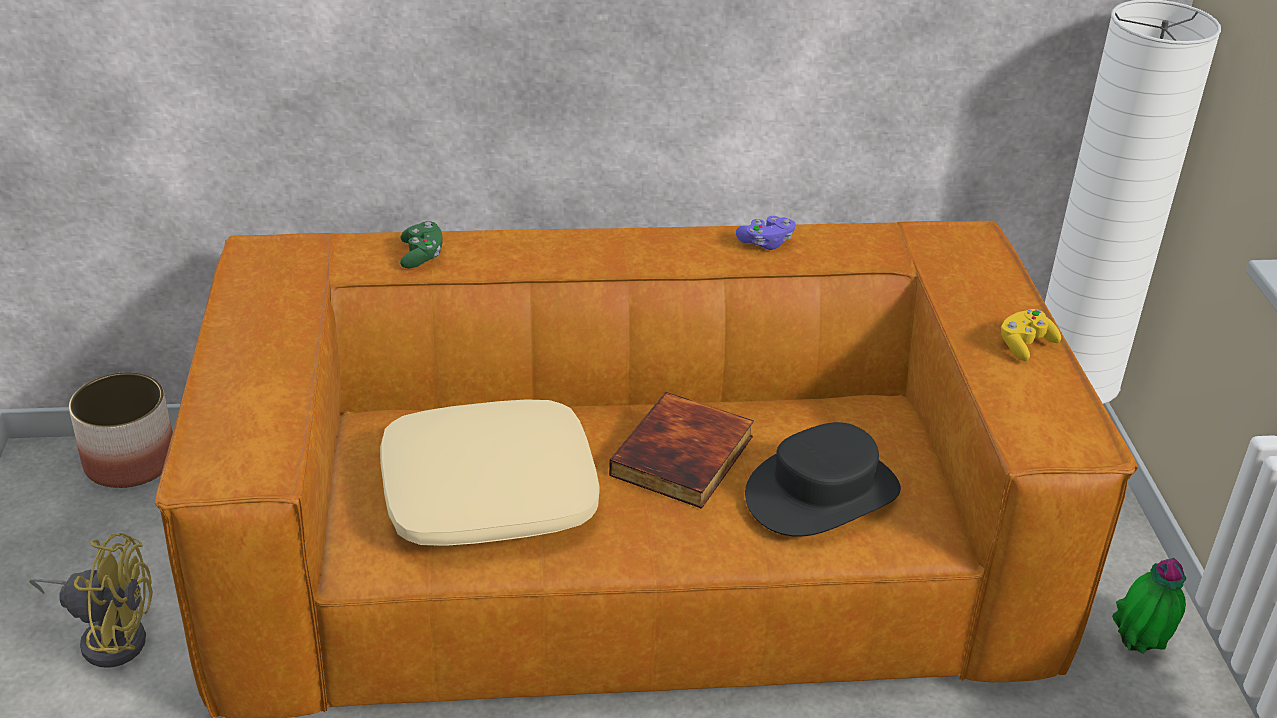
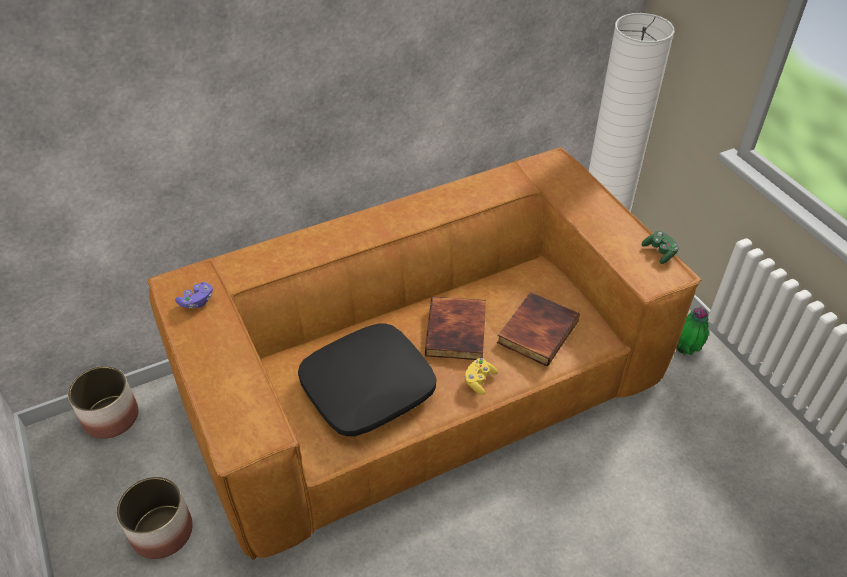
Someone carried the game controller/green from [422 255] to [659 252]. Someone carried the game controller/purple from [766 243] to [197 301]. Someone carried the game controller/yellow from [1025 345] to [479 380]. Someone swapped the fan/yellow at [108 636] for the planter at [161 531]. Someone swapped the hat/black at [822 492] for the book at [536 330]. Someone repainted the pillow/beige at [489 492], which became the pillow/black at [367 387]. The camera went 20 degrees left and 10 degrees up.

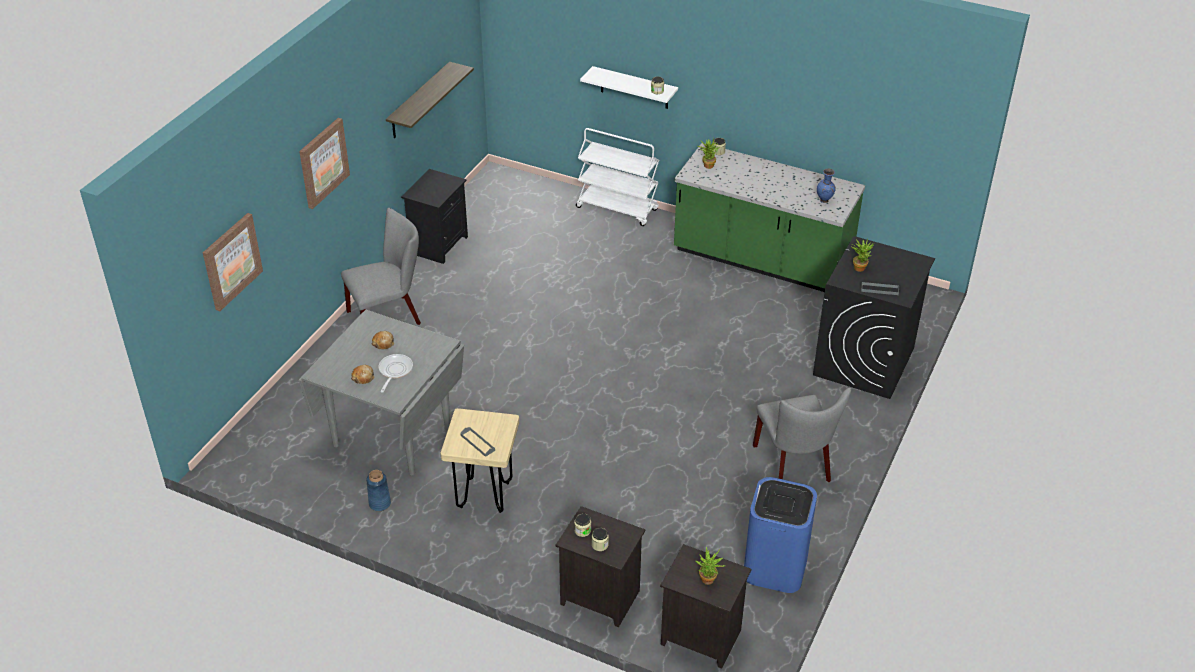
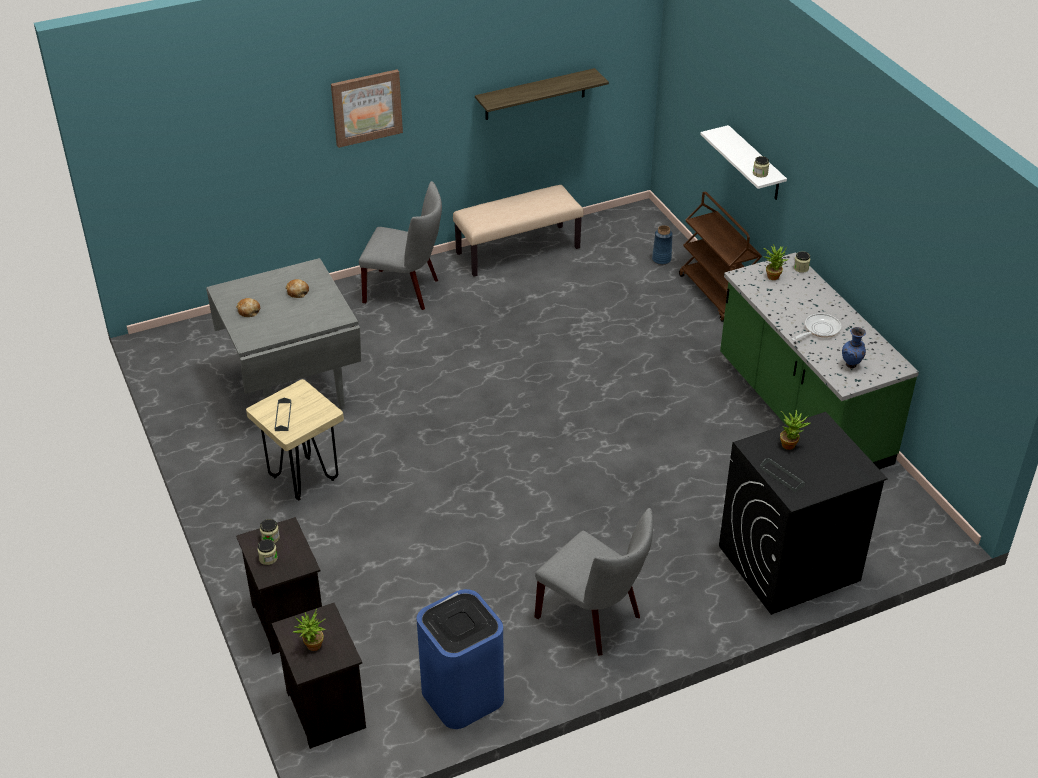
Someone took away the picture at [231 261]. Someone carried the vase/blue from [379 504] to [661 259]. Someone carried the frying pan from [394 371] to [819 330]. Someone swapped the nightstand/black at [438 244] for the bench/beige at [518 250]. Someone repainted the cart/white at [618 208], which became the cart/brown at [717 294]. Someone rotated the chair/grey at [795 466] by 75 degrees counterclockwise. The camera went 40 degrees right and 0 degrees up.

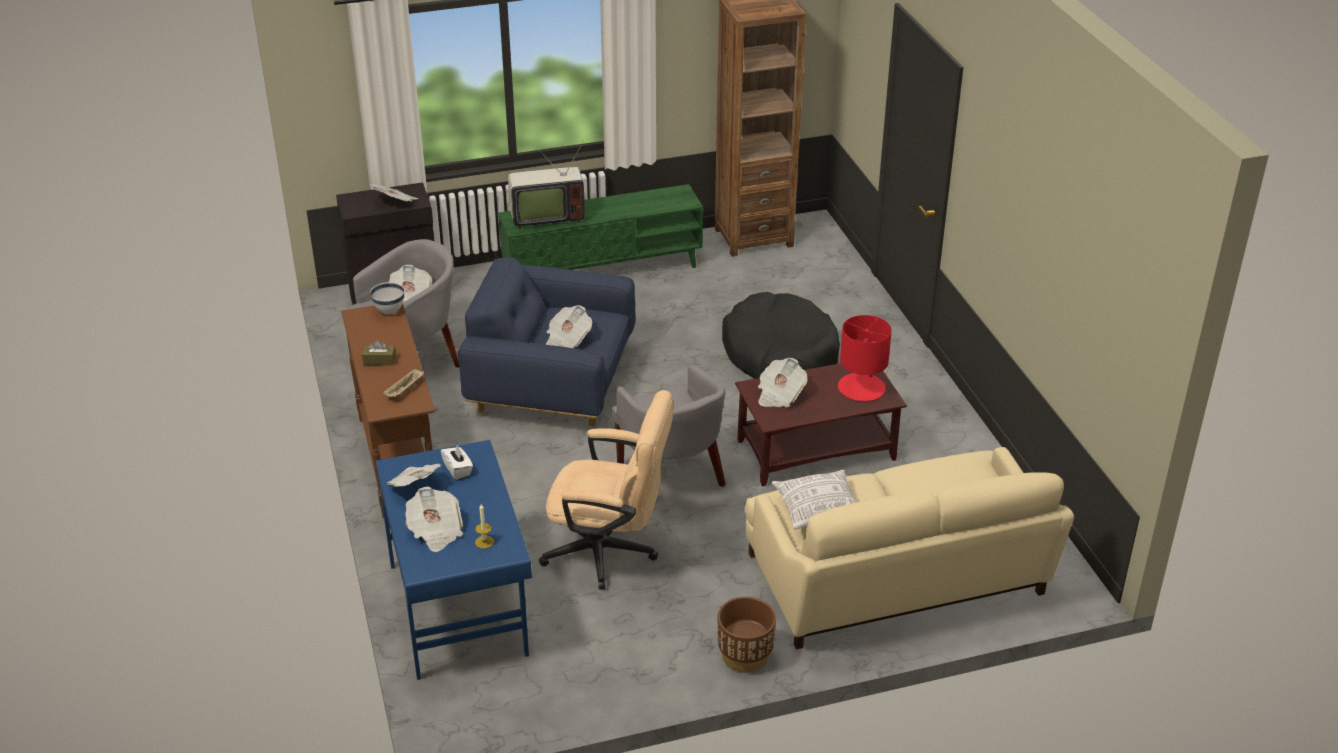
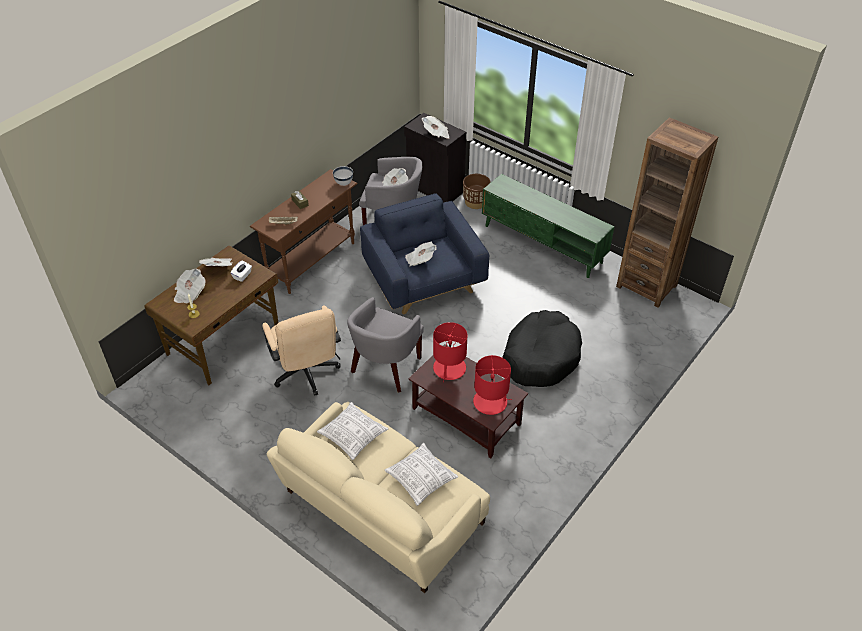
Someone took away the television at [545 217]. Someone put down the pillow at [420 478]. Someone carried the planter/brown from [745 656] to [475 202]. Someone swapped the newspaper at [779 395] for the table lamp/red at [449 368]. Someone repainted the desk/blue at [459 607], which became the desk/brown at [225 341]. The camera went 55 degrees right and 10 degrees up.

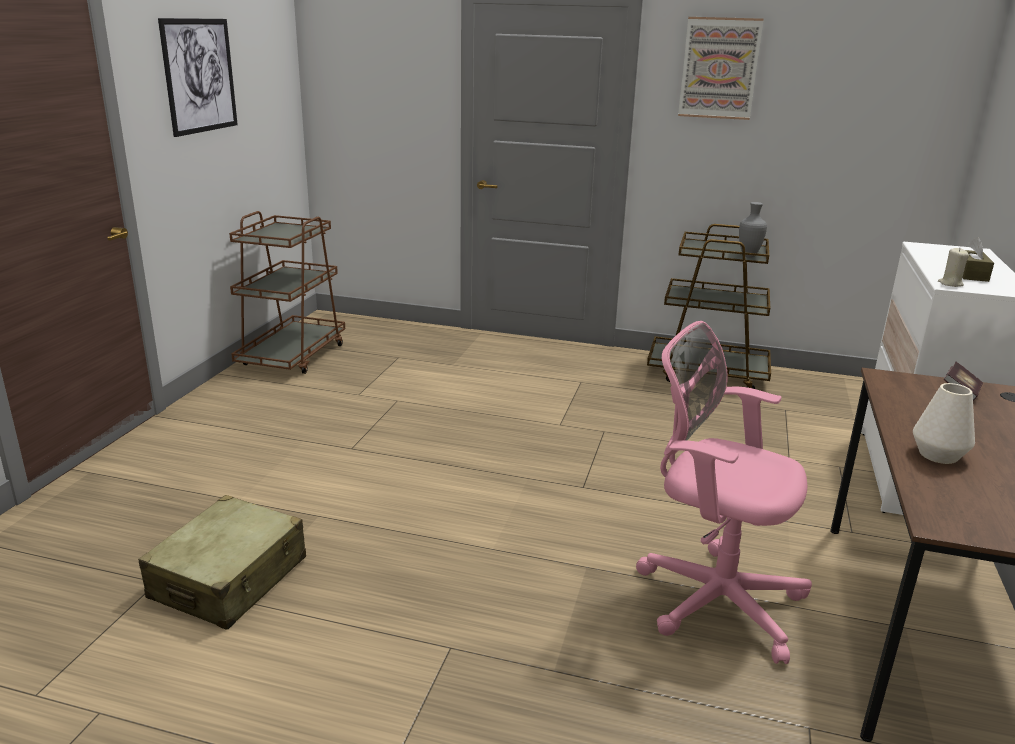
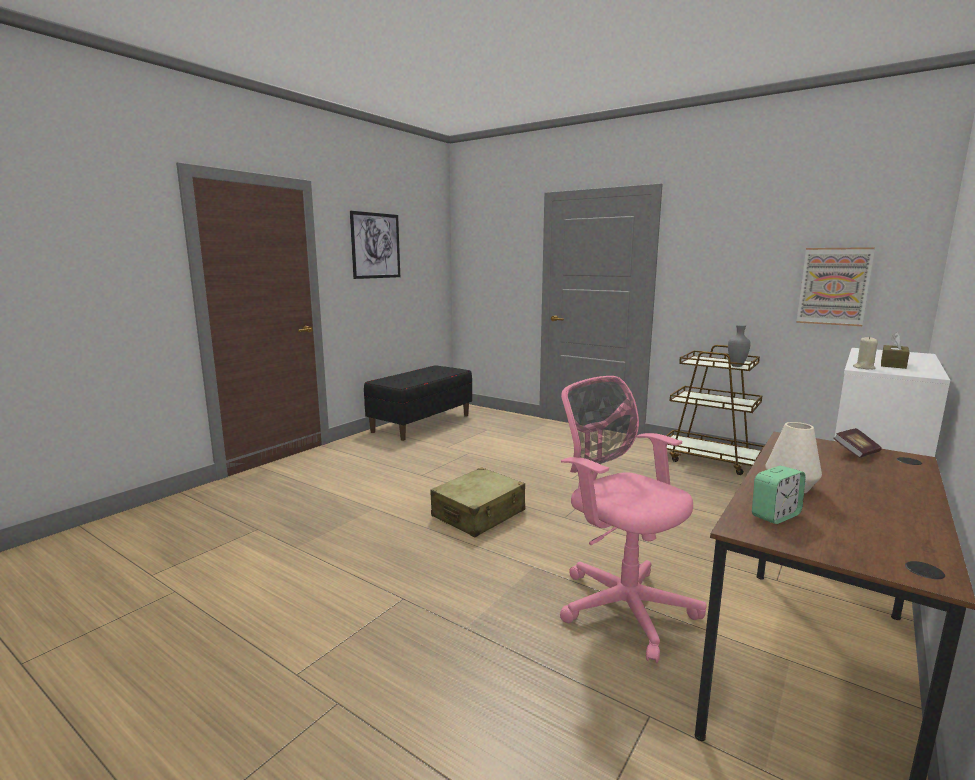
Someone put down the alarm clock at [775 515]. Someone carried the suitcase/beige from [230 578] to [479 514]. Someone carried the picture from [719 68] to [834 286]. Someone swapped the cart/brown at [293 356] for the bench/black at [421 423]. The camera went 20 degrees right and 10 degrees down.

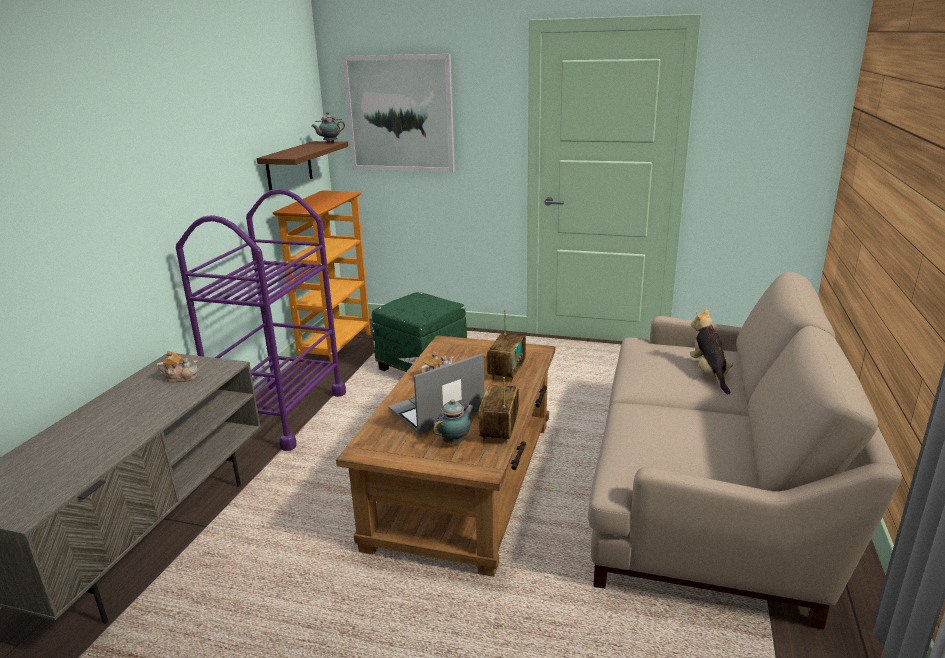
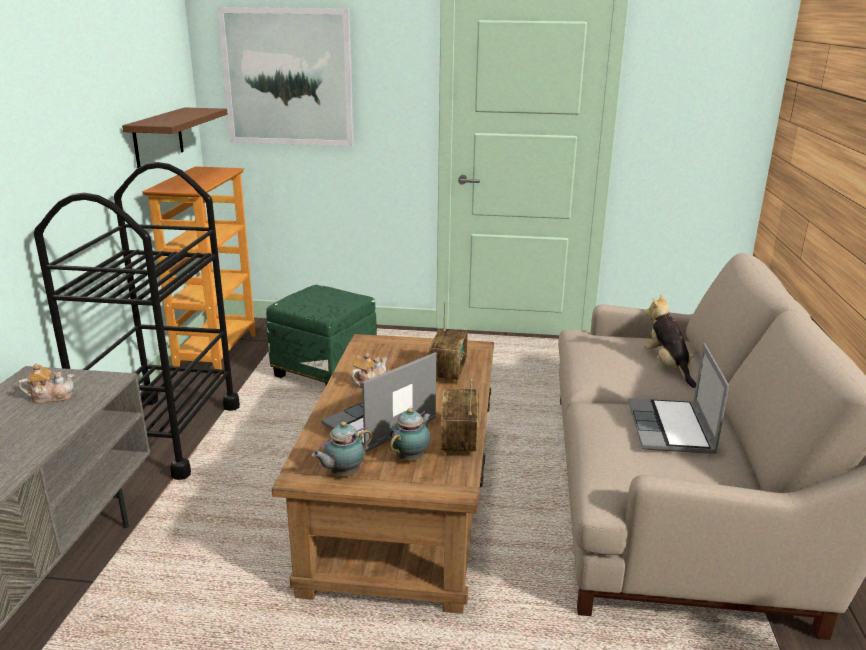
Someone put down the laptop at [672 429]. Someone carried the teapot from [329 143] to [343 474]. Someone repainted the cart/purple at [281 414], which became the cart/black at [164 435]. The camera went 10 degrees left and 0 degrees up.

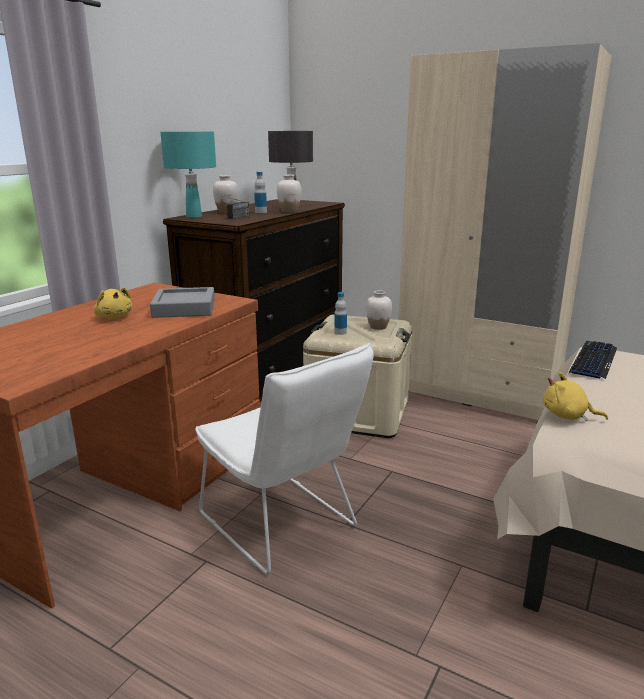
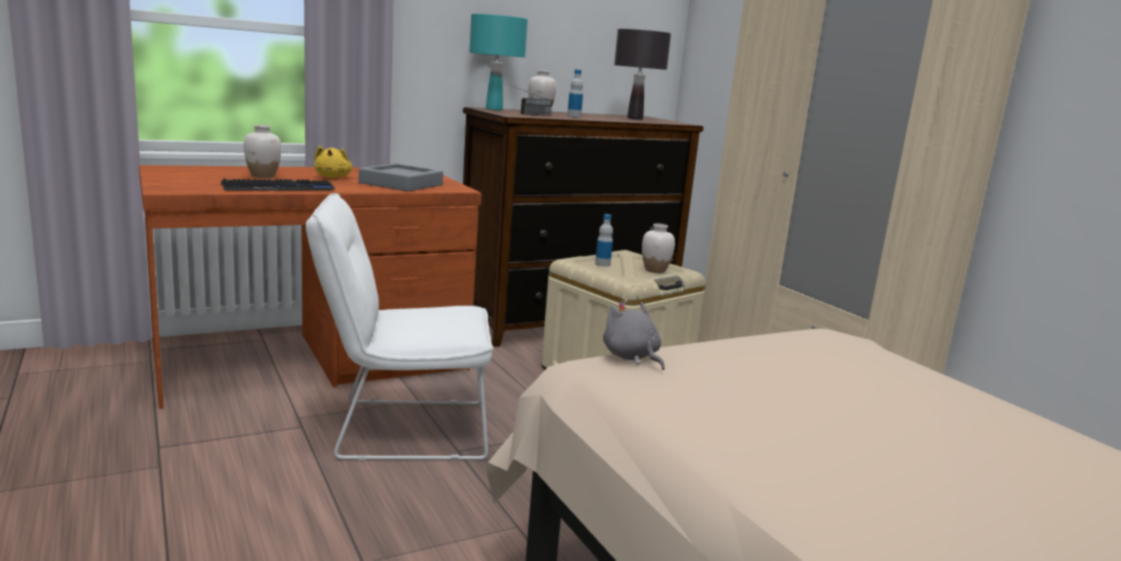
Someone carried the vase/white from [289 211] to [263 176]. Someone carried the keyboard from [593 360] to [278 188]. Someone repainted the plush toy/yellow at [567 416], which became the plush toy/grey at [632 357]. Someone rotated the chair/white at [283 525] by 90 degrees clockwise. The camera went 30 degrees right and 5 degrees down.

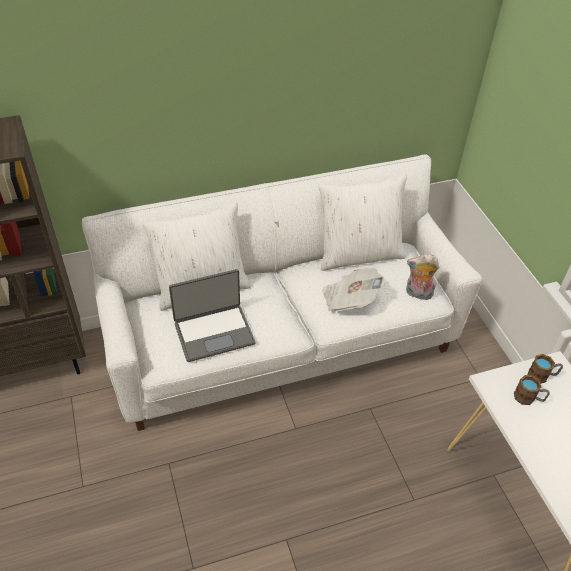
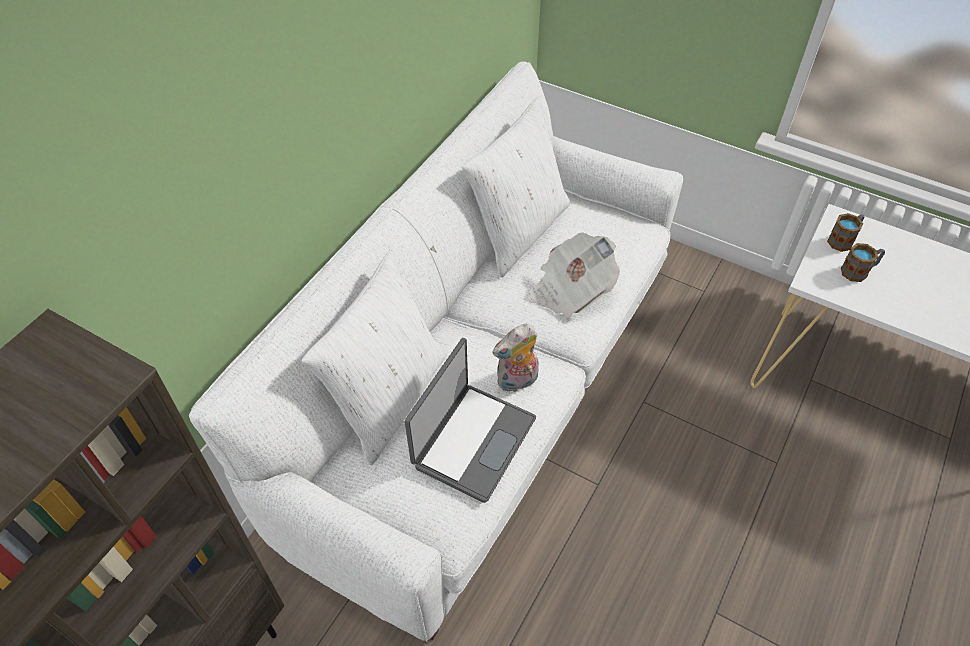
Someone carried the plush toy from [418 294] to [517 382]. The camera went 40 degrees left and 5 degrees up.

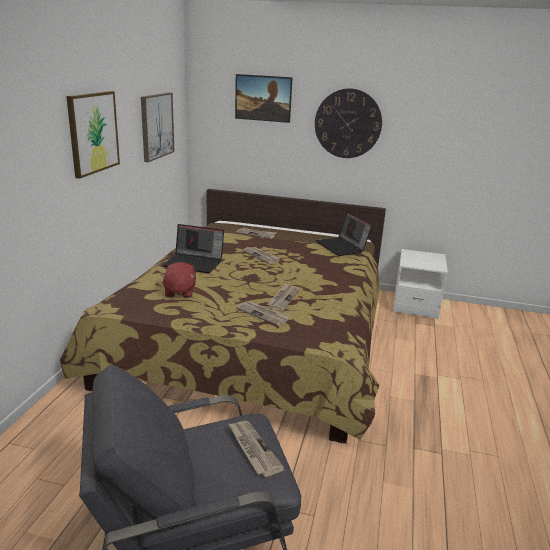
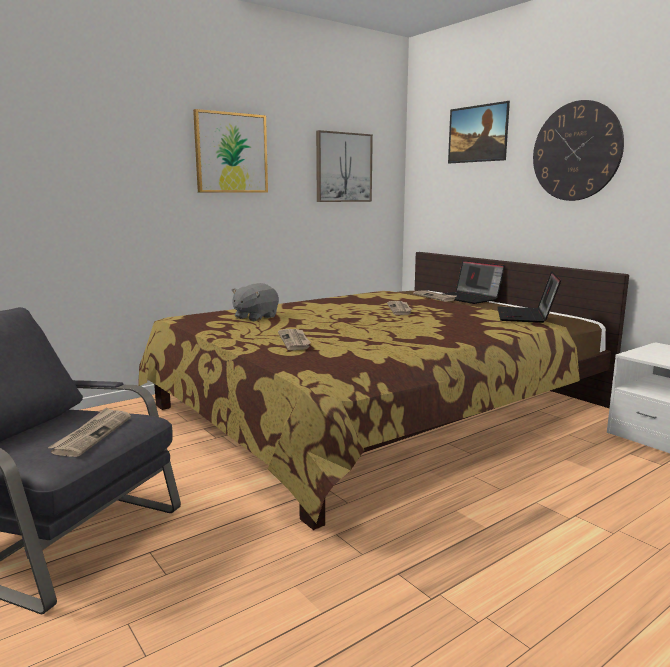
Someone took away the newspaper at [283 298]. Someone carried the laptop from [195 263] to [468 298]. Someone repainted the plush toy/red at [179 292], which became the plush toy/grey at [255 317]. The camera went 40 degrees right and 10 degrees down.

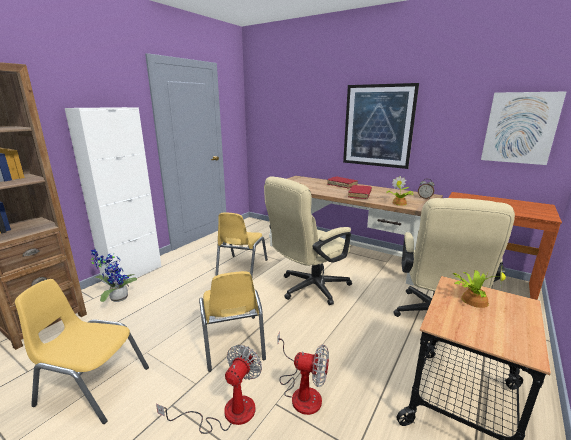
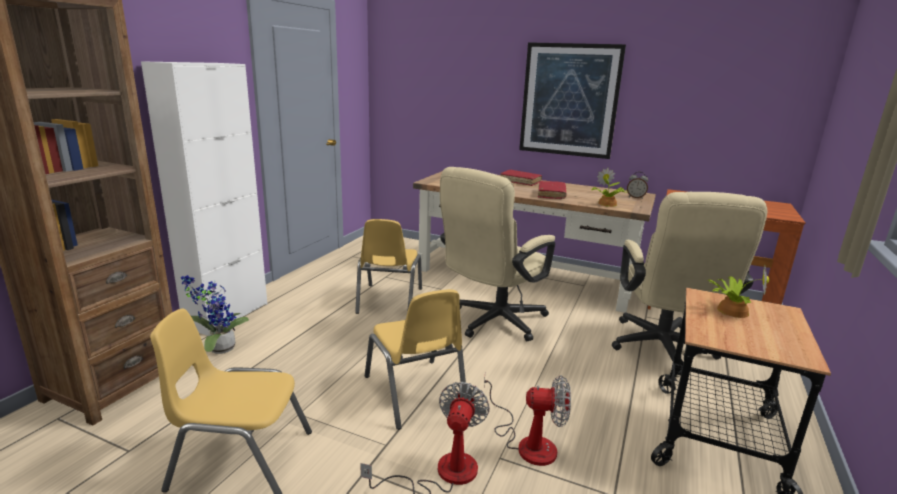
Someone took away the picture at [520 128]. The camera went 10 degrees left and 0 degrees up.

